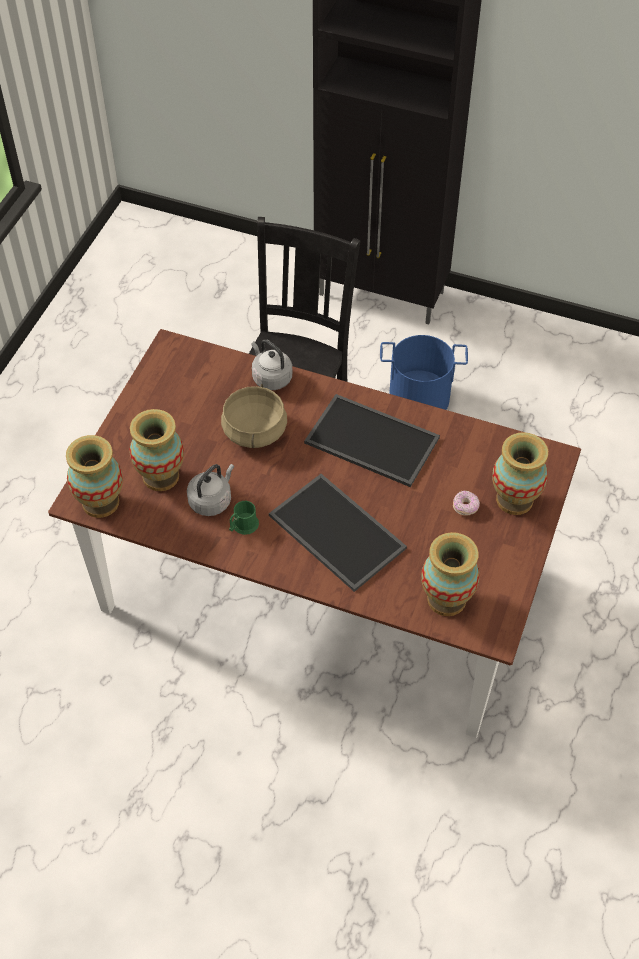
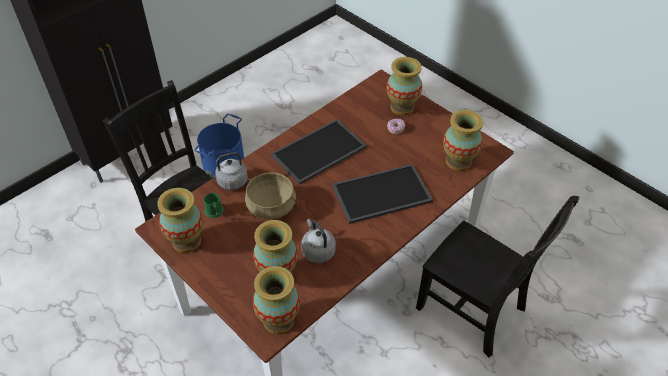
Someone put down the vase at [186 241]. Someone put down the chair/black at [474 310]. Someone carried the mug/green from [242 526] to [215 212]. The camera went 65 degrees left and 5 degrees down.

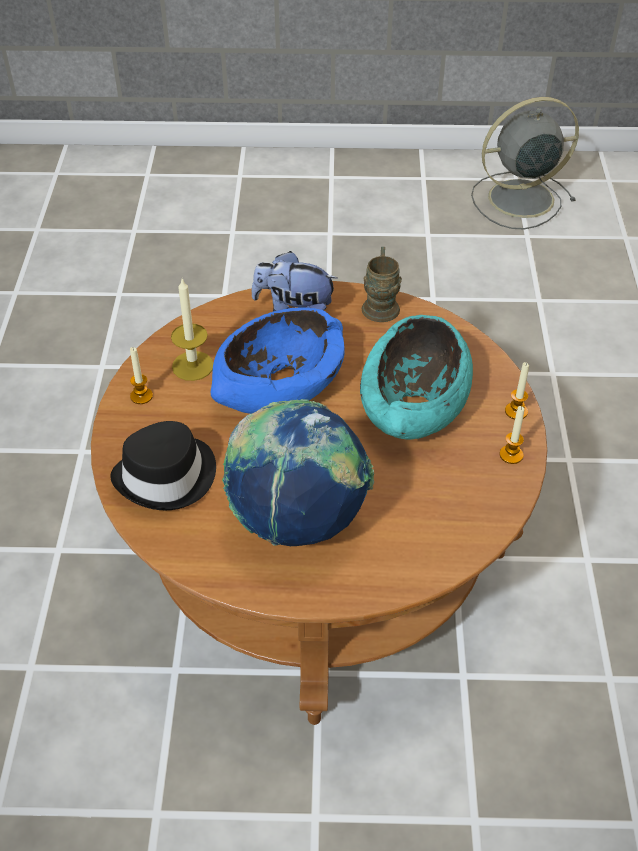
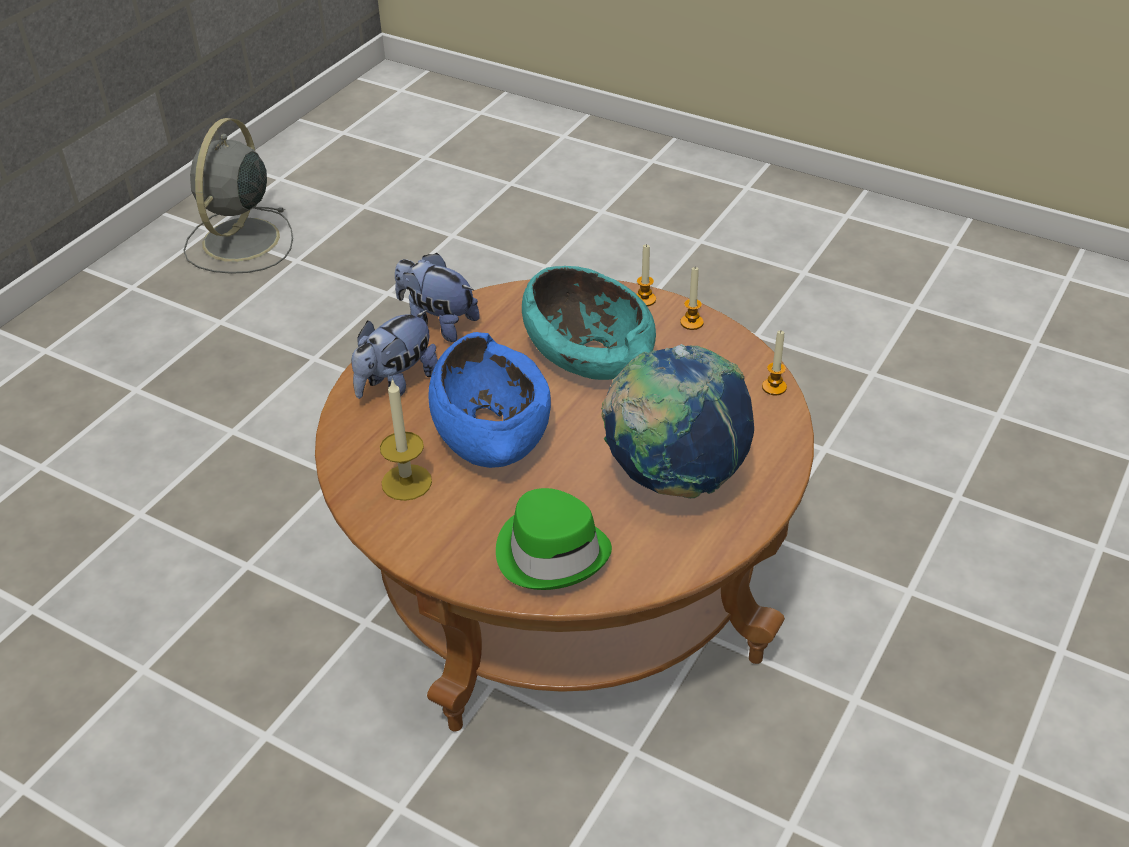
Someone carried the candle from [141 396] to [774 387]. Someone swapped the mug/brown at [380 304] for the plush toy at [437 323]. Someone repainted the hat/black at [167 477], which became the hat/green at [552 552]. The camera went 60 degrees left and 5 degrees down.

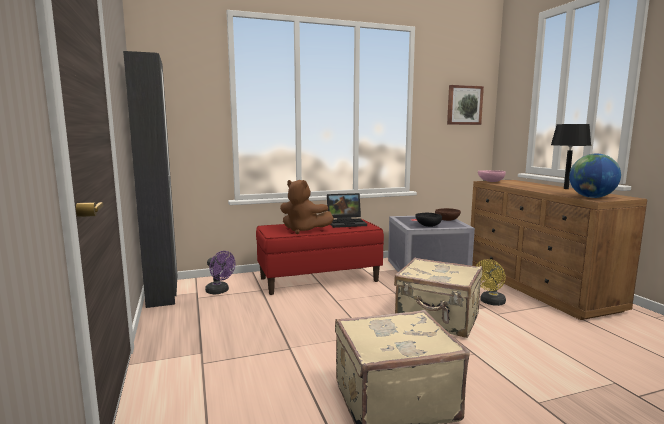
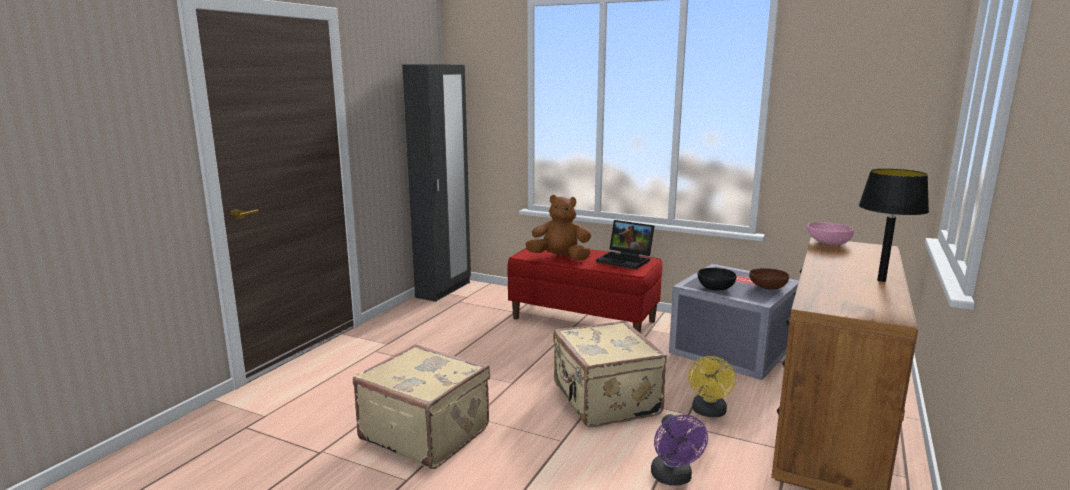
Someone took away the picture at [464 105]. Someone took away the globe at [591 197]. Someone carried the fan/purple from [220 291] to [673 478]. Someone rotated the plush toy/brown at [303 230] by 120 degrees clockwise. Someone rotated the fan/yellow at [490 302] by 75 degrees counterclockwise. The camera went 45 degrees right and 5 degrees up.

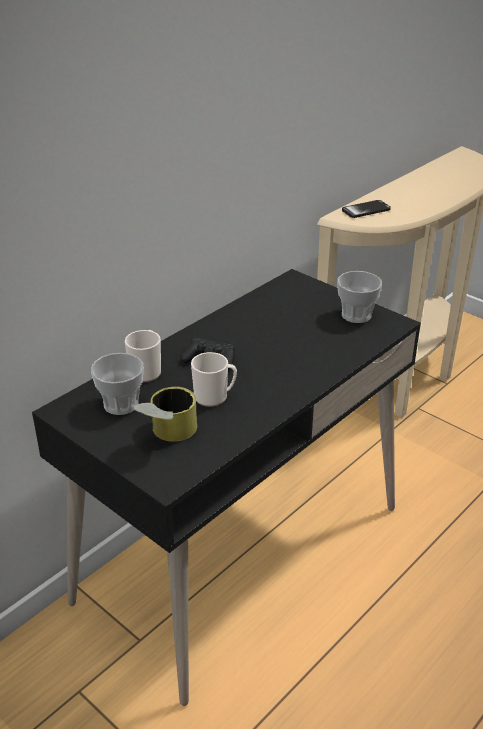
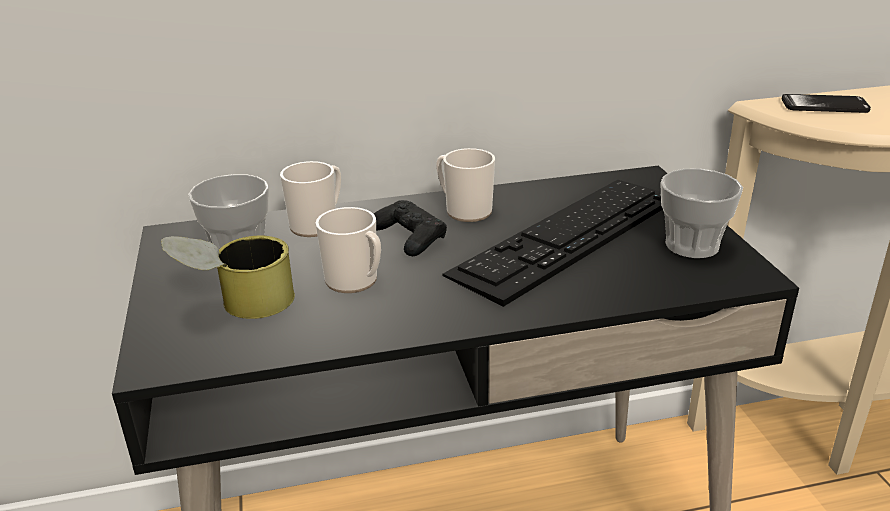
Someone put down the mug at [464 210]. Someone put down the keyboard at [568 235]. The camera went 35 degrees right and 5 degrees down.

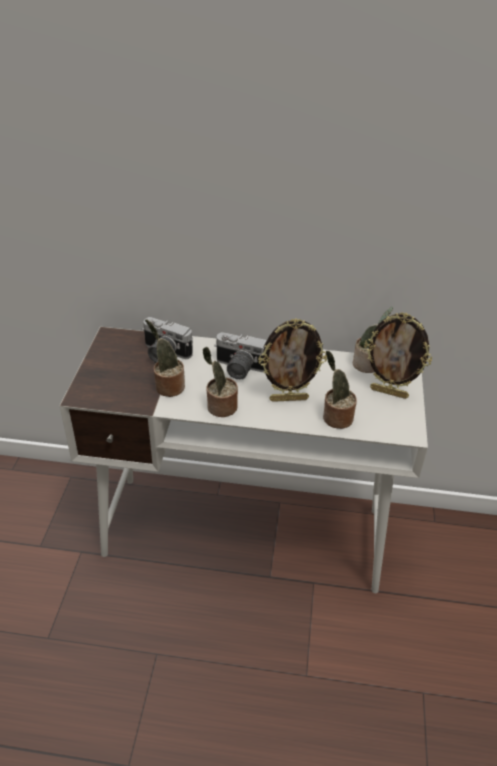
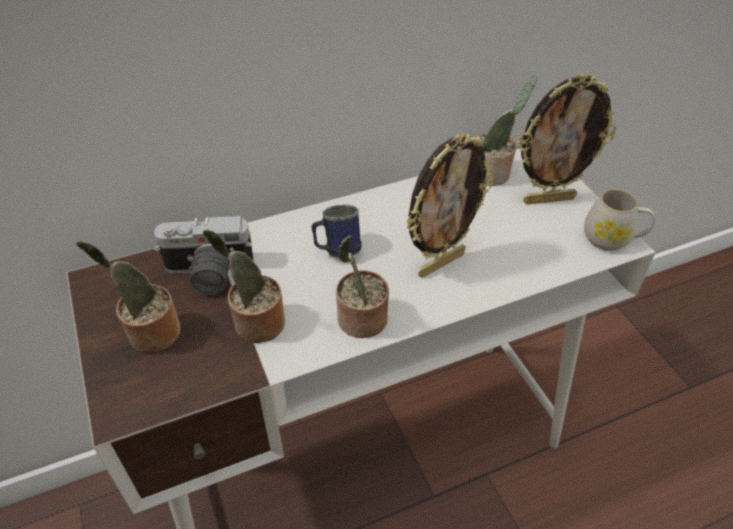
Someone put down the mug/white at [612 239]. Someone carried the potted plant from [335 417] to [150 334]. Someone swapped the photo camera at [238 369] for the mug/blue at [337 250]. The camera went 30 degrees left and 5 degrees up.

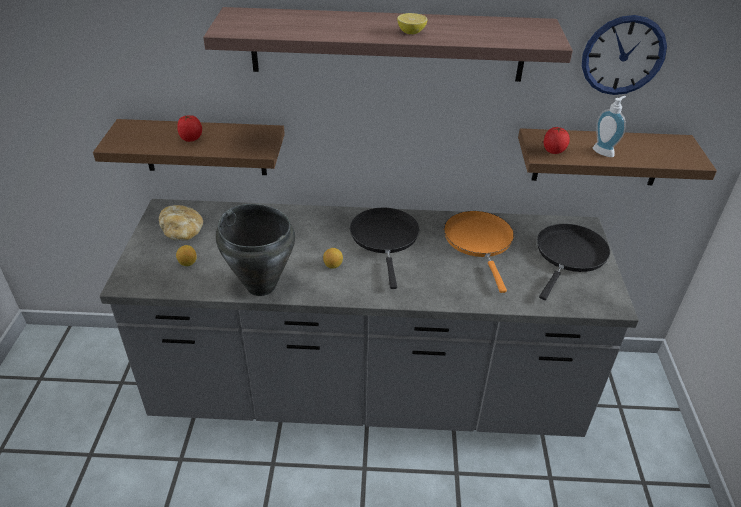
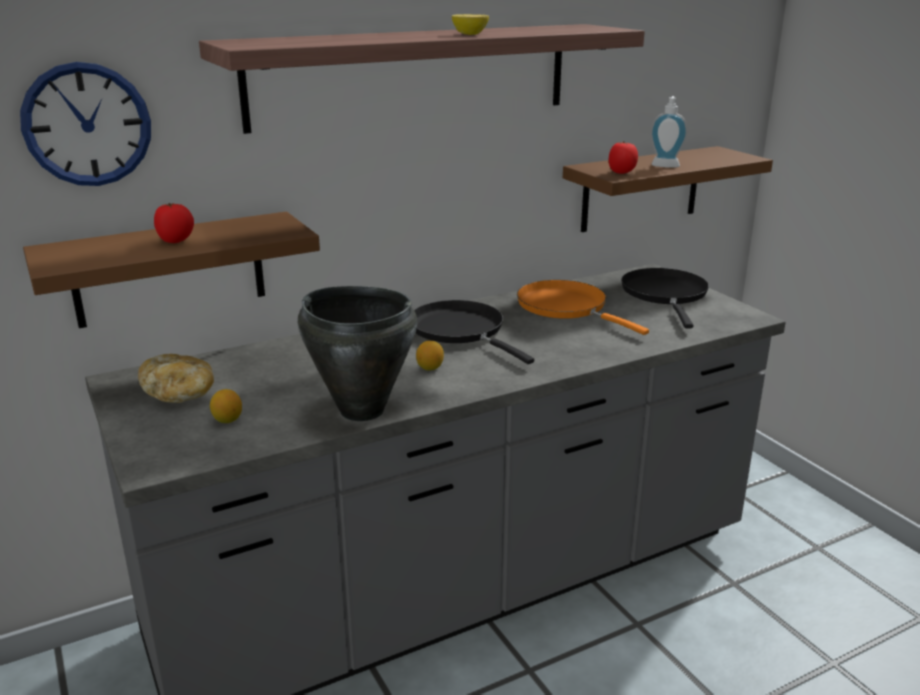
Someone carried the wall clock from [623 55] to [87 125]. The camera went 30 degrees left and 15 degrees down.

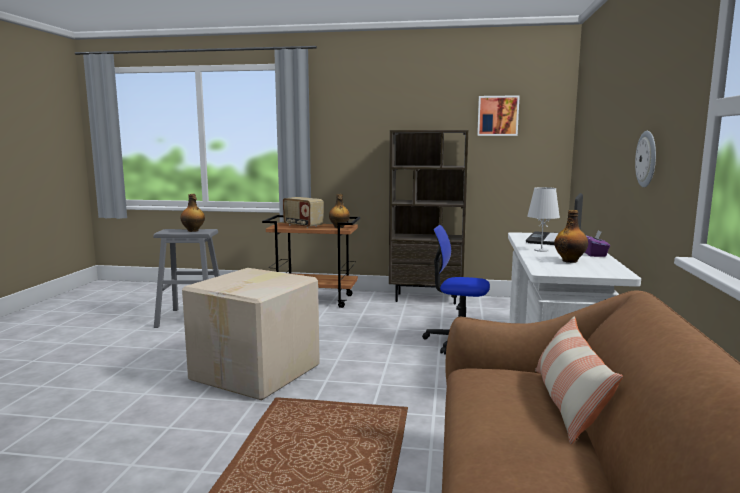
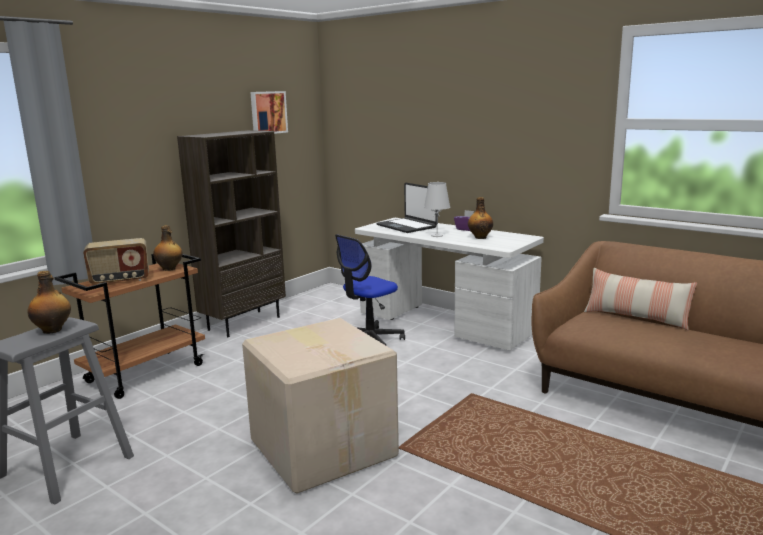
Someone took away the wall clock at [647 159]. The camera went 60 degrees left and 5 degrees up.

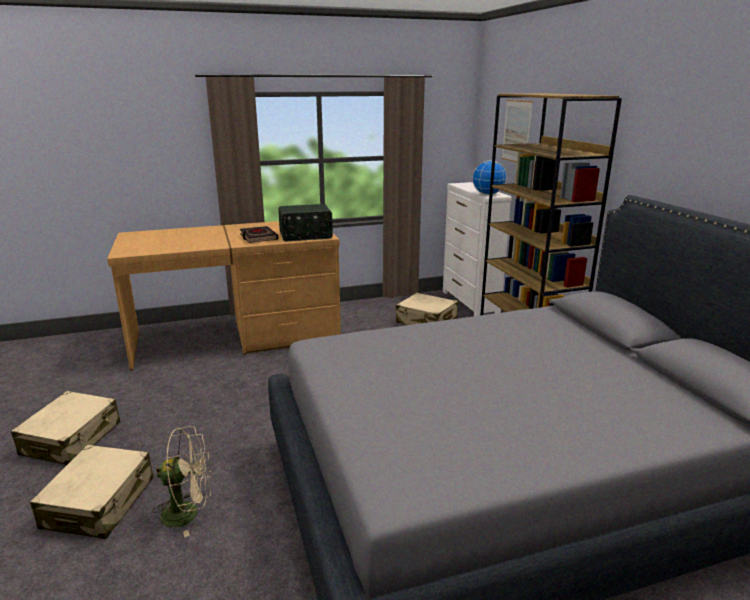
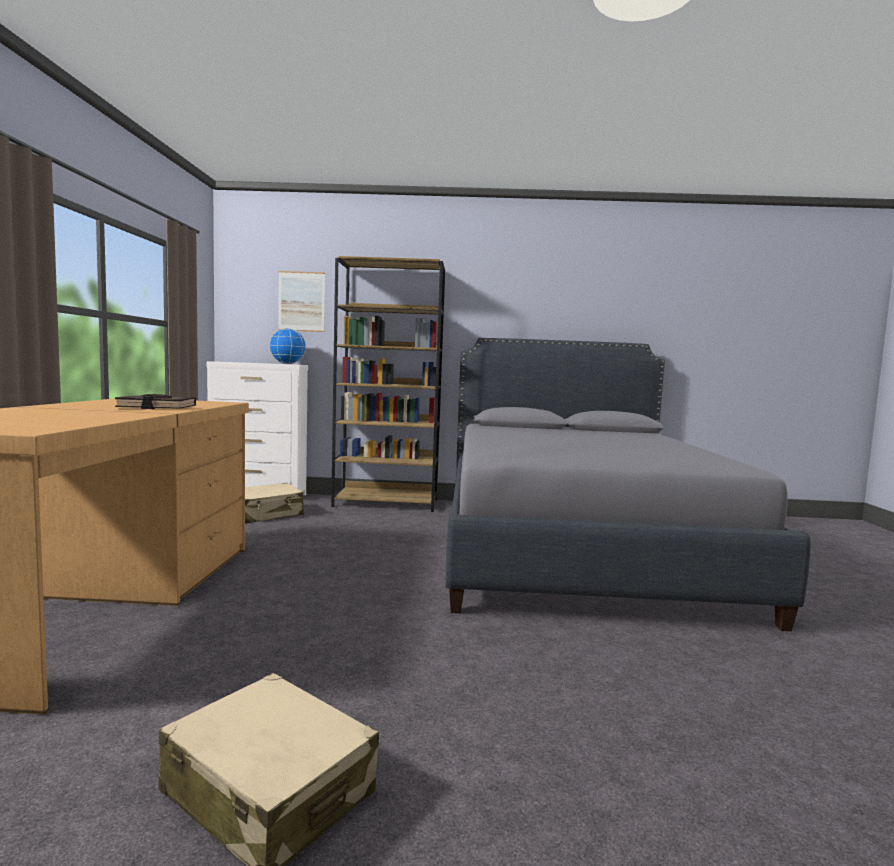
Someone took away the suitcase/beige at [100 503]. Someone took away the fan/beige at [188 513]. Someone took away the radio at [306 236]. The camera went 70 degrees left and 15 degrees down.

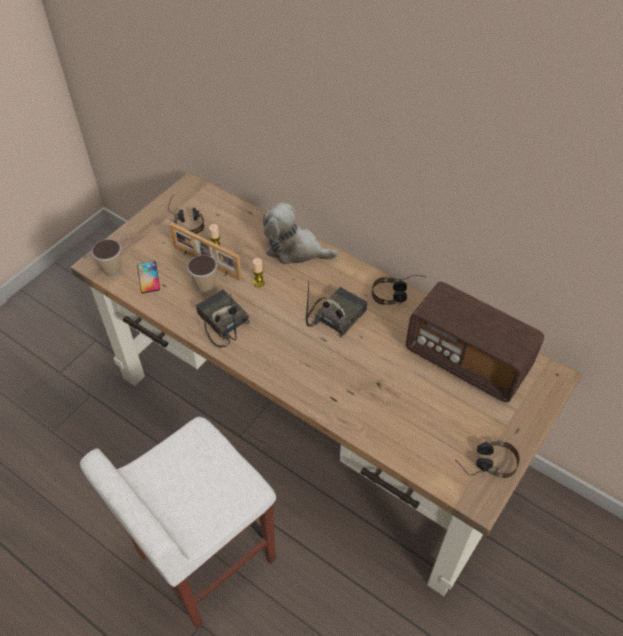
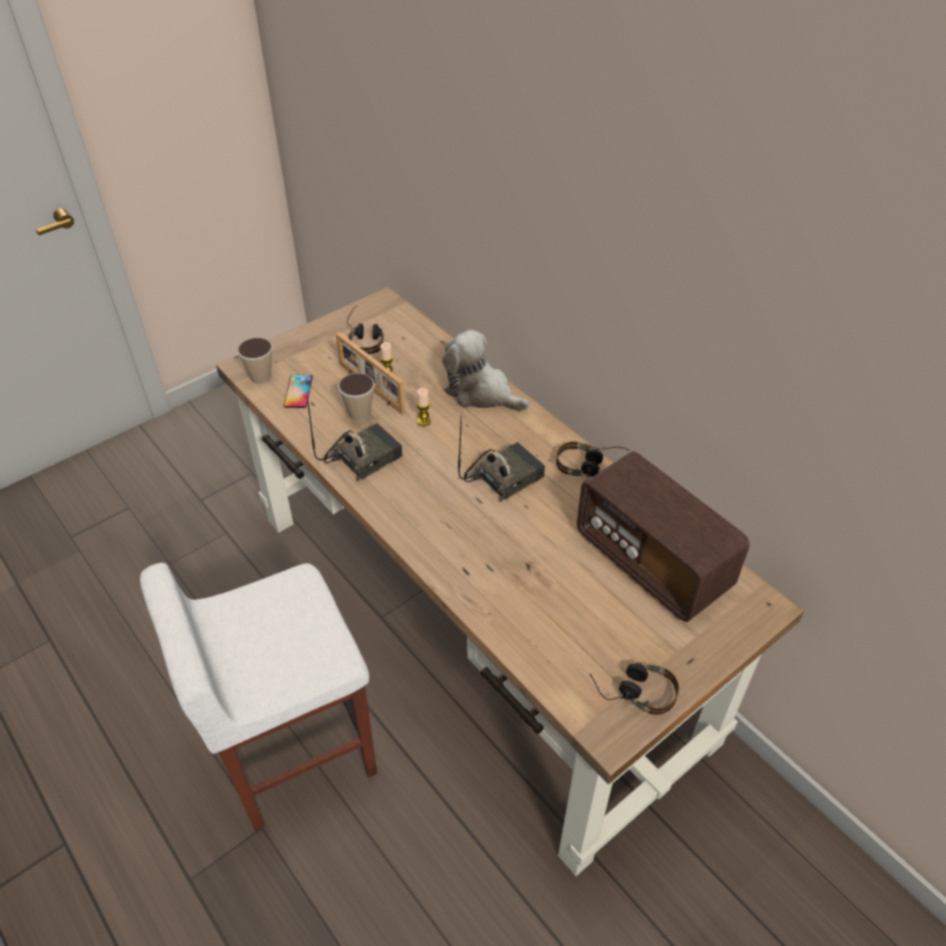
Someone rotated the radio at [221 322] by 75 degrees clockwise. The camera went 15 degrees right and 5 degrees down.

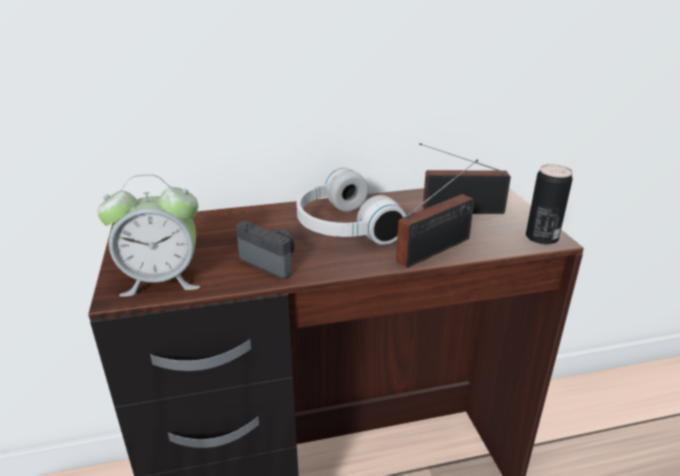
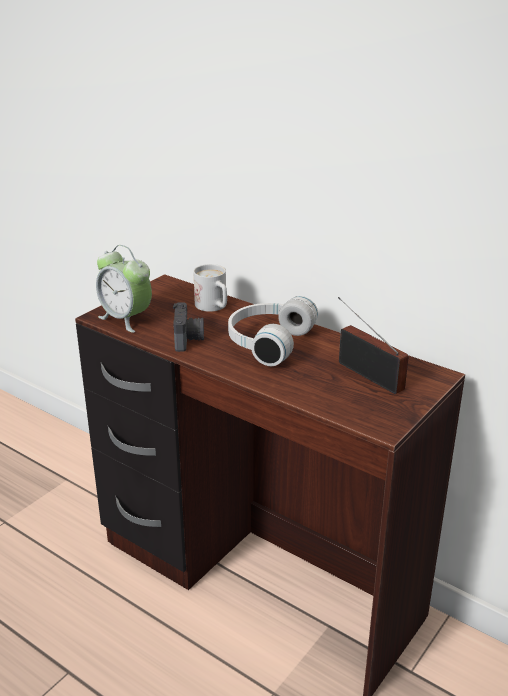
Someone took away the radio at [438 248]. Someone took away the can at [541 238]. Someone put down the mug/white at [214 307]. The camera went 50 degrees right and 0 degrees up.

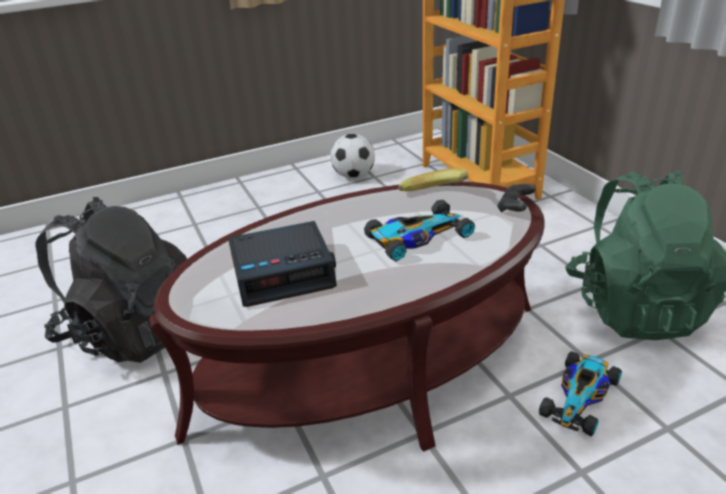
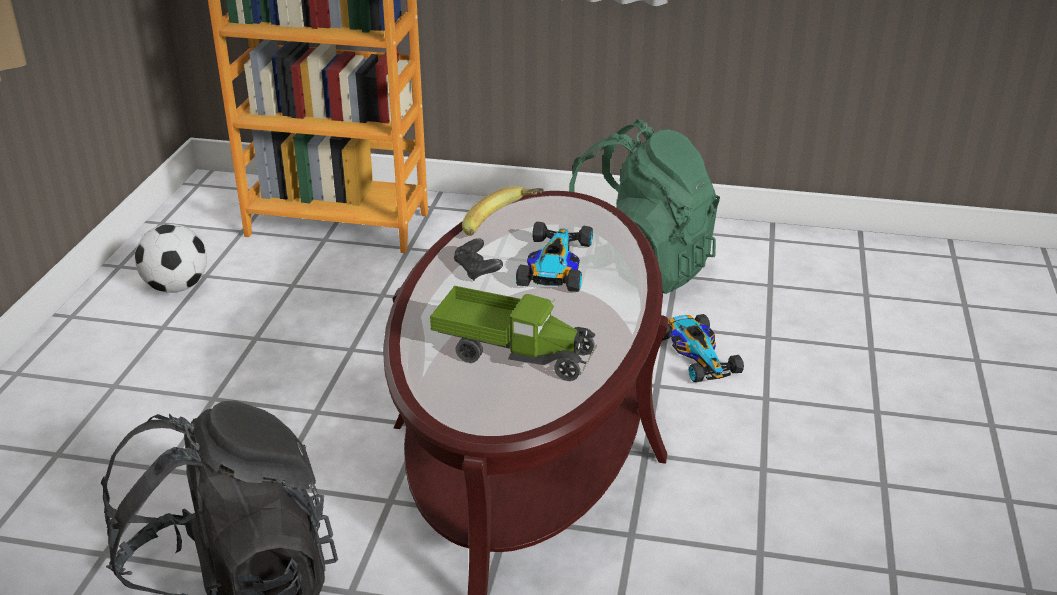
Someone carried the game controller/black from [515 207] to [477 270]. Someone swapped the alarm clock at [283 272] for the toy truck at [513 352]. The camera went 55 degrees left and 0 degrees up.

